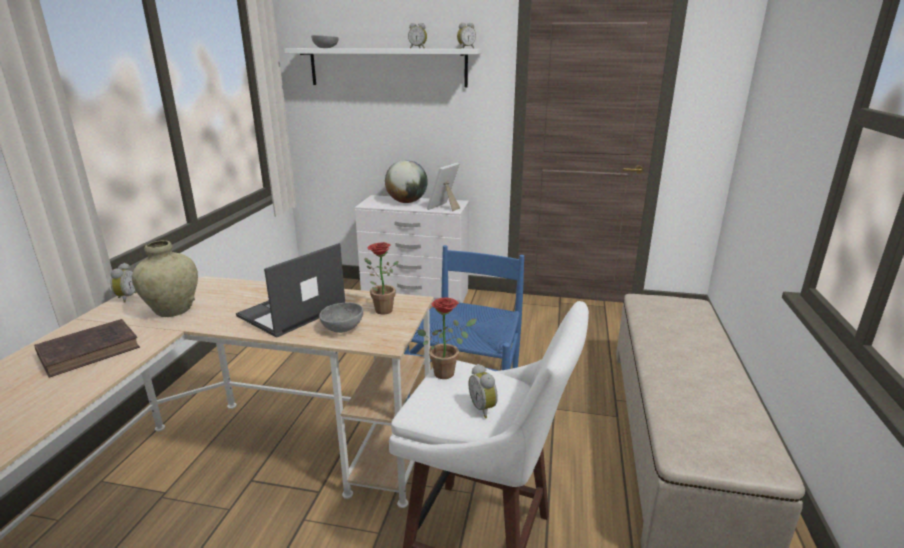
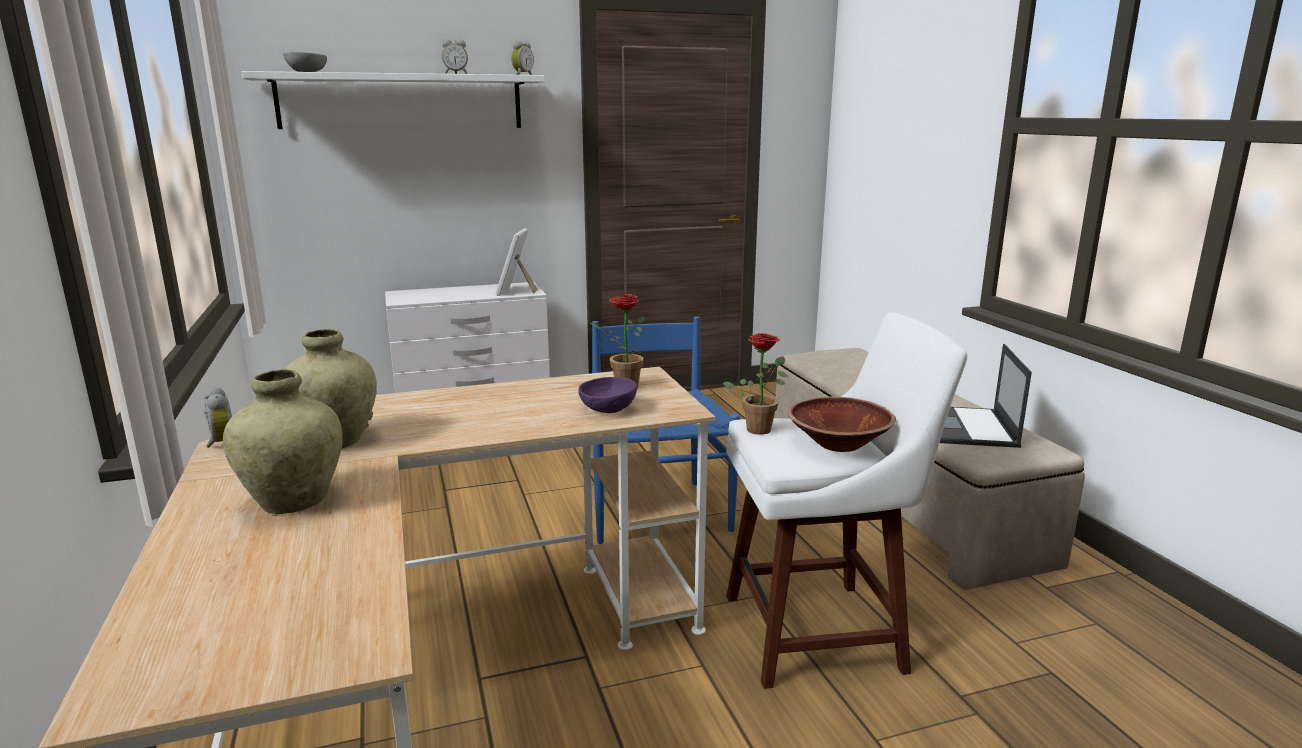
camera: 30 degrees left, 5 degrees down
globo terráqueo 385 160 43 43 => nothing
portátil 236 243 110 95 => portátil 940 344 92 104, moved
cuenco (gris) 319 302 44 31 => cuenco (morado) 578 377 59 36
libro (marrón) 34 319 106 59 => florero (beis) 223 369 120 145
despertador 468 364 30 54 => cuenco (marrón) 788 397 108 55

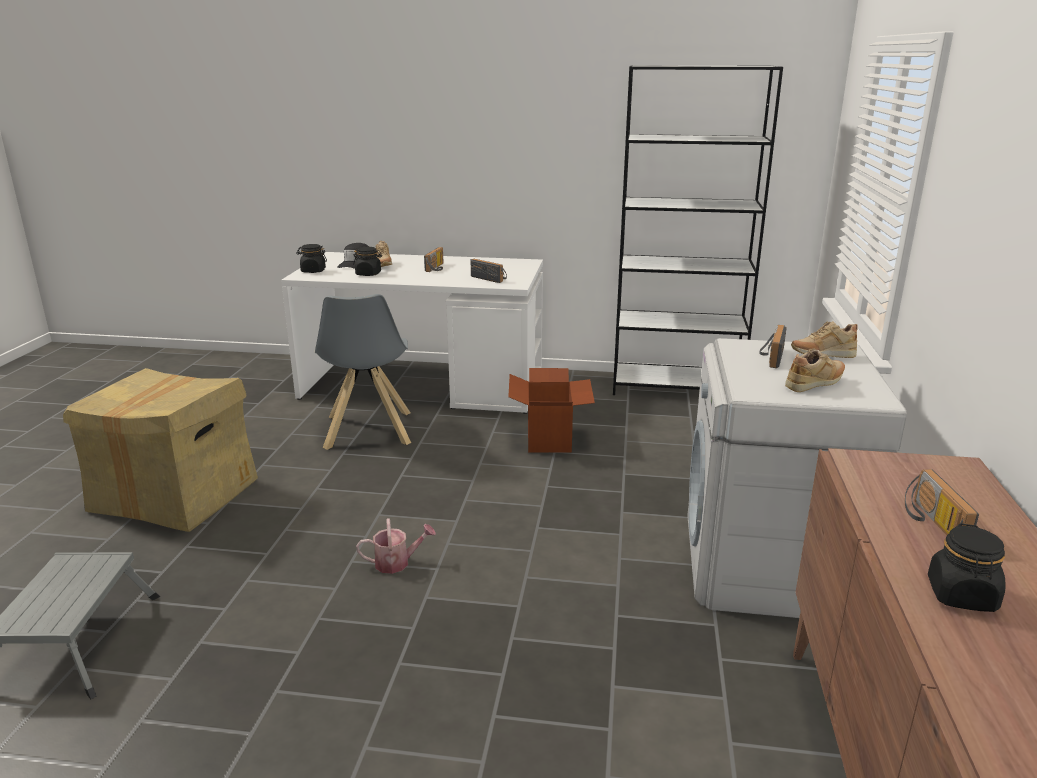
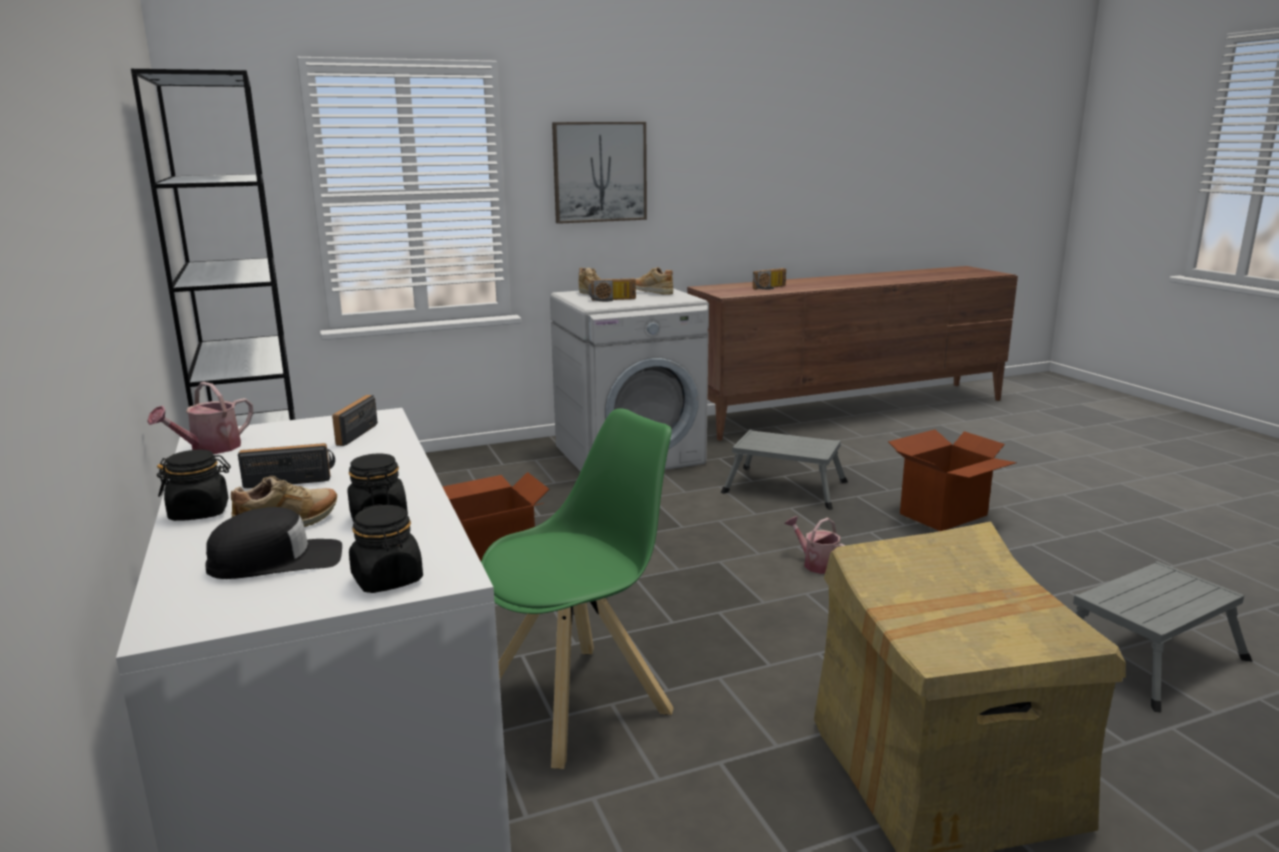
camera: 120 degrees left, 5 degrees down
silla (gris) 315 294 96 156 => silla (verde) 481 408 193 361
tarro (negro) 928 523 78 89 => tarro (negro) 157 450 74 71, moved
nothing => cuadro 552 122 95 102
nothing => regadera 147 382 106 72
nothing => caja de cartón 888 429 129 102
nothing => escalera de tijera (gris) 721 430 127 80

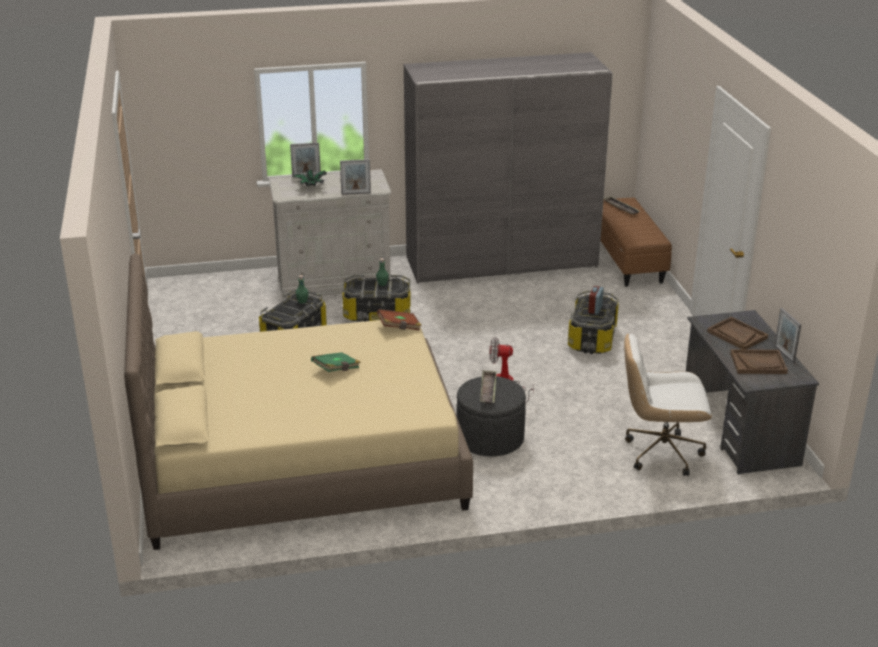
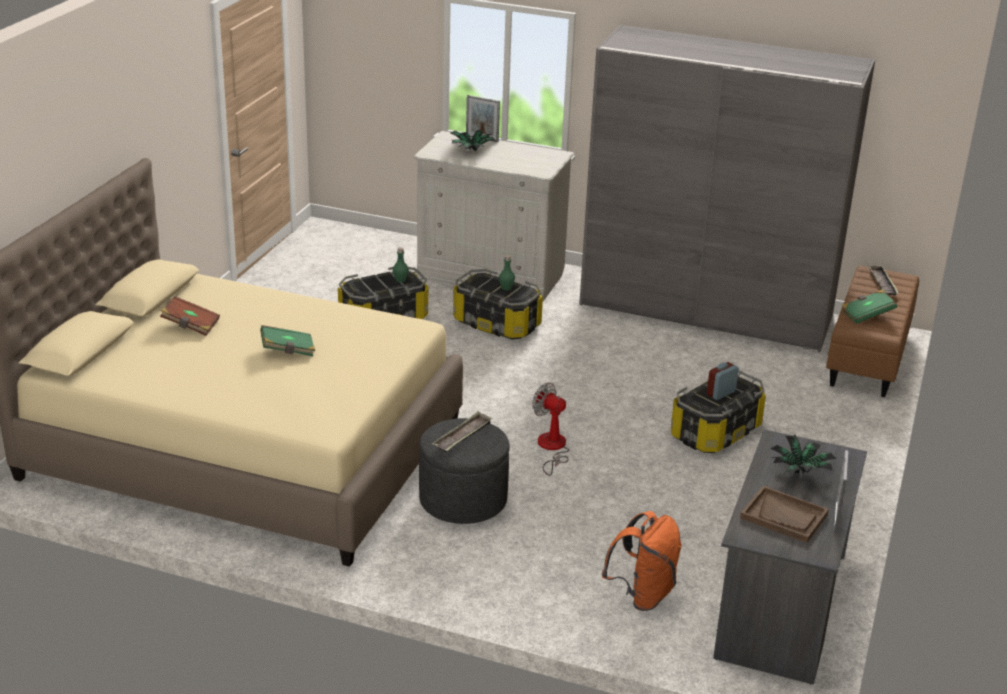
camera: 30 degrees right, 0 degrees up
portarretratos 340 159 31 36 => nothing
libro (marrón) 377 309 45 22 => libro (marrón) 160 296 60 40, moved
bandeja (marrón) 707 317 61 33 => planta en maceta 770 435 66 42
silla de oficina (blanco) 624 333 88 143 => mochila (naranja) 602 511 79 100
nothing => libro (verde) 842 289 55 35

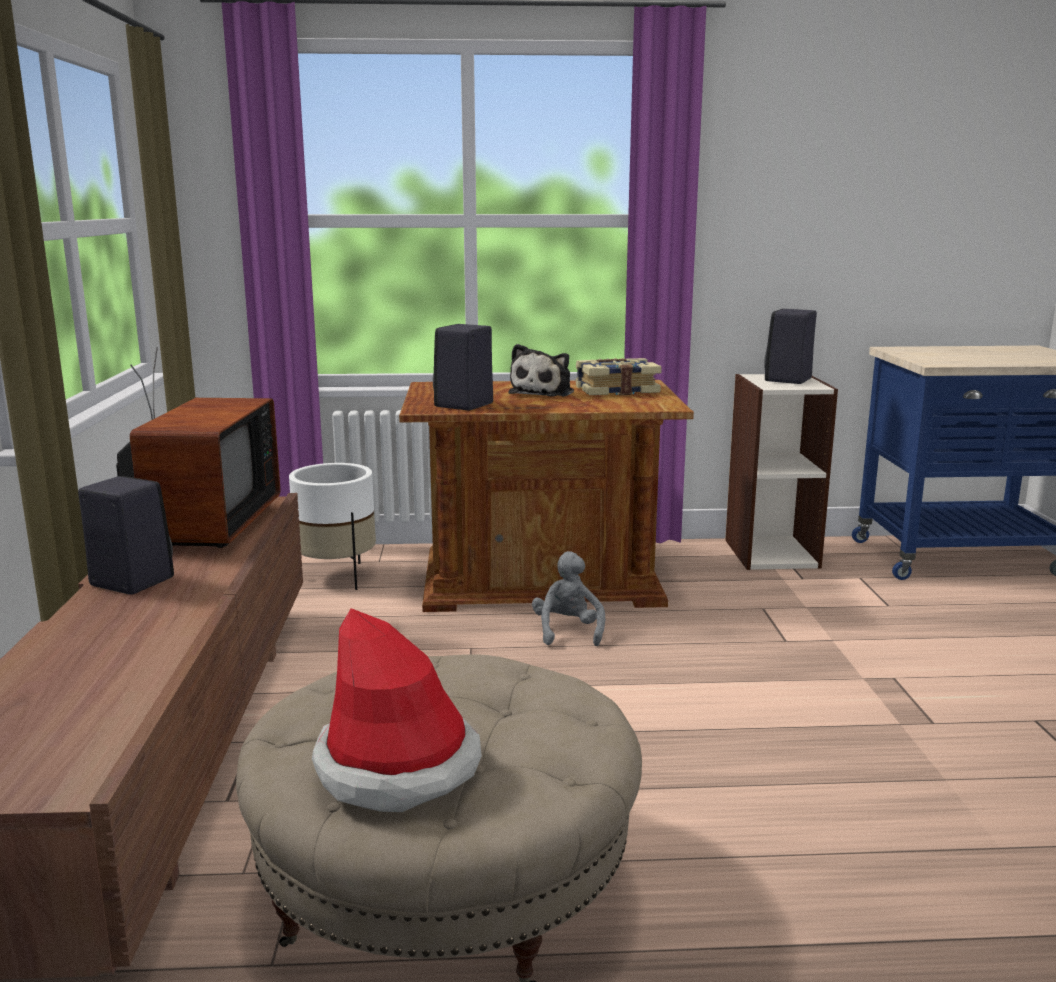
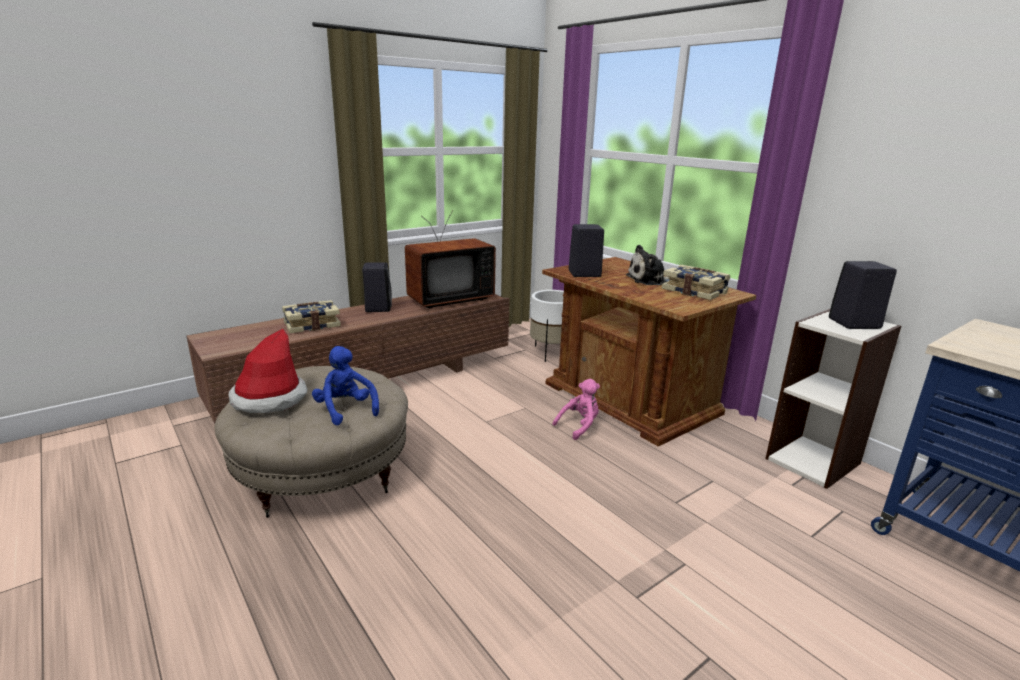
camera: 55 degrees right, 5 degrees up
peluche (gris) 532 551 73 95 => peluche (rosa) 552 379 48 61
nothing => libro 282 300 59 33
nothing => peluche (azul) 312 346 67 79

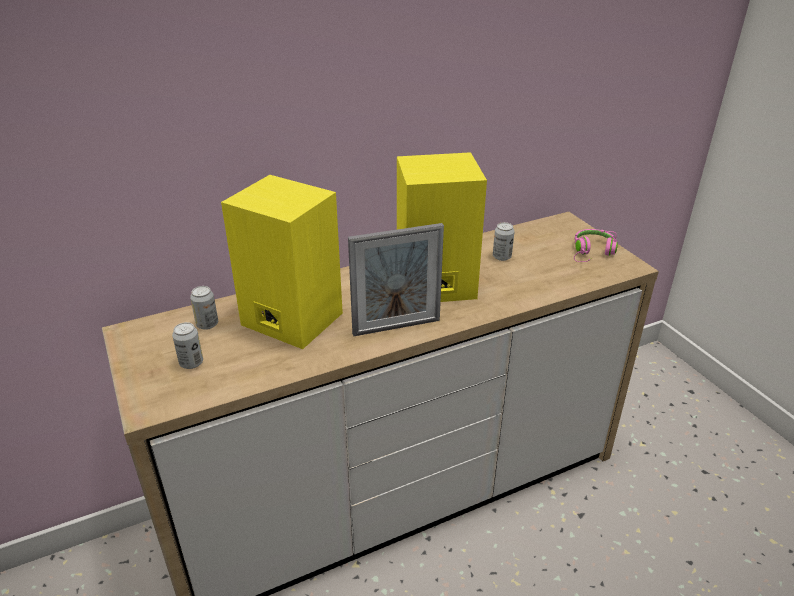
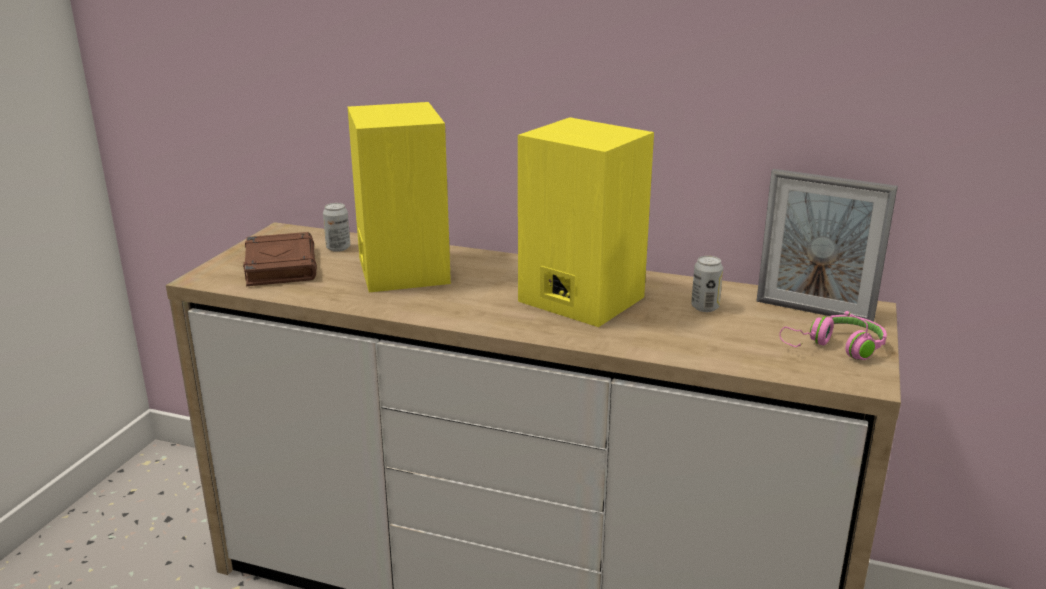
camera: 45 degrees right, 10 degrees down
portarretratos 348 223 96 113 => portarretratos 757 169 141 153, moved
lata 172 322 31 47 => libro (marrón) 243 232 74 54

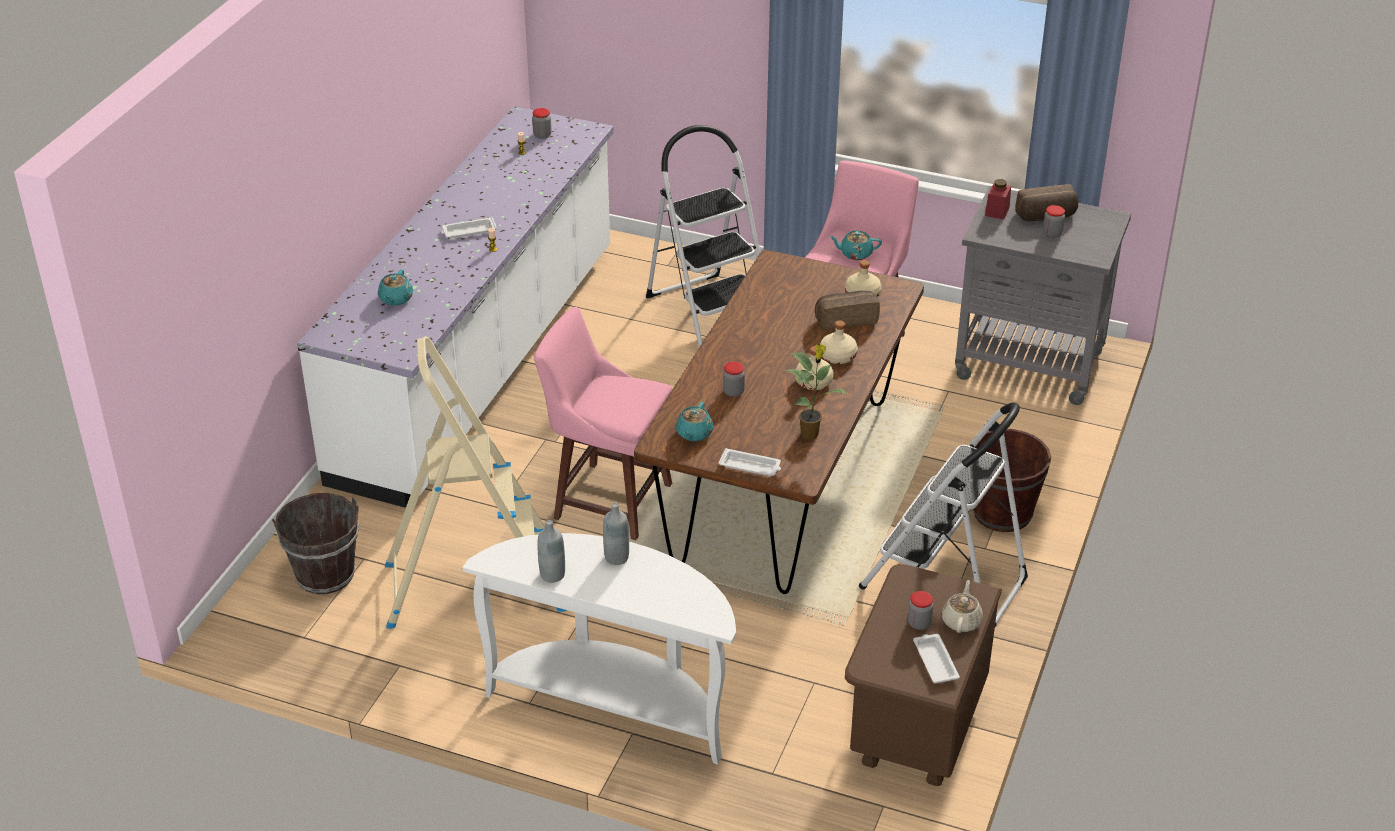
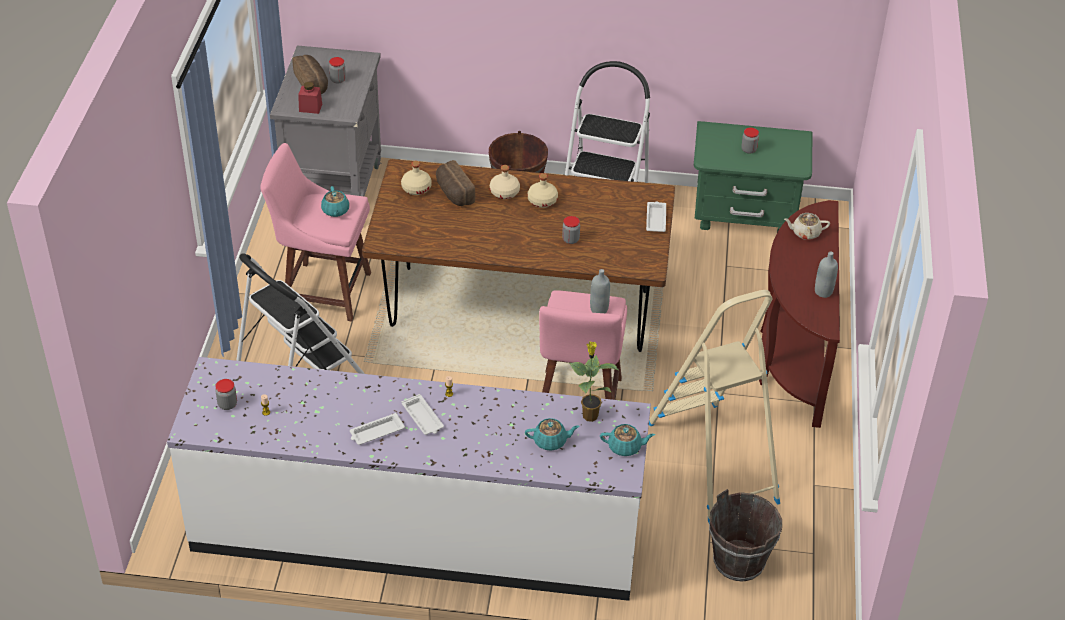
camera: 105 degrees left, 5 degrees up
planta en maceta 784 344 64 96 => planta en maceta 569 341 49 81, moved
tetera (turquesa) 676 402 37 39 => tetera (turquesa) 600 424 55 32, moved
botella (gris) 603 503 26 62 => botella (gris) 590 269 20 44, moved
mesa consola (blanco) 462 533 274 232 => mesa consola (marrón) 759 200 81 228
mesita de noche (marrón) 845 564 157 222 => mesita de noche (verde) 694 121 118 111
tetera (beis) 942 580 41 53 => tetera (beis) 784 213 46 27, moved
bandeja (blanco) 913 634 47 49 => bandeja (blanco) 350 413 55 32, moved

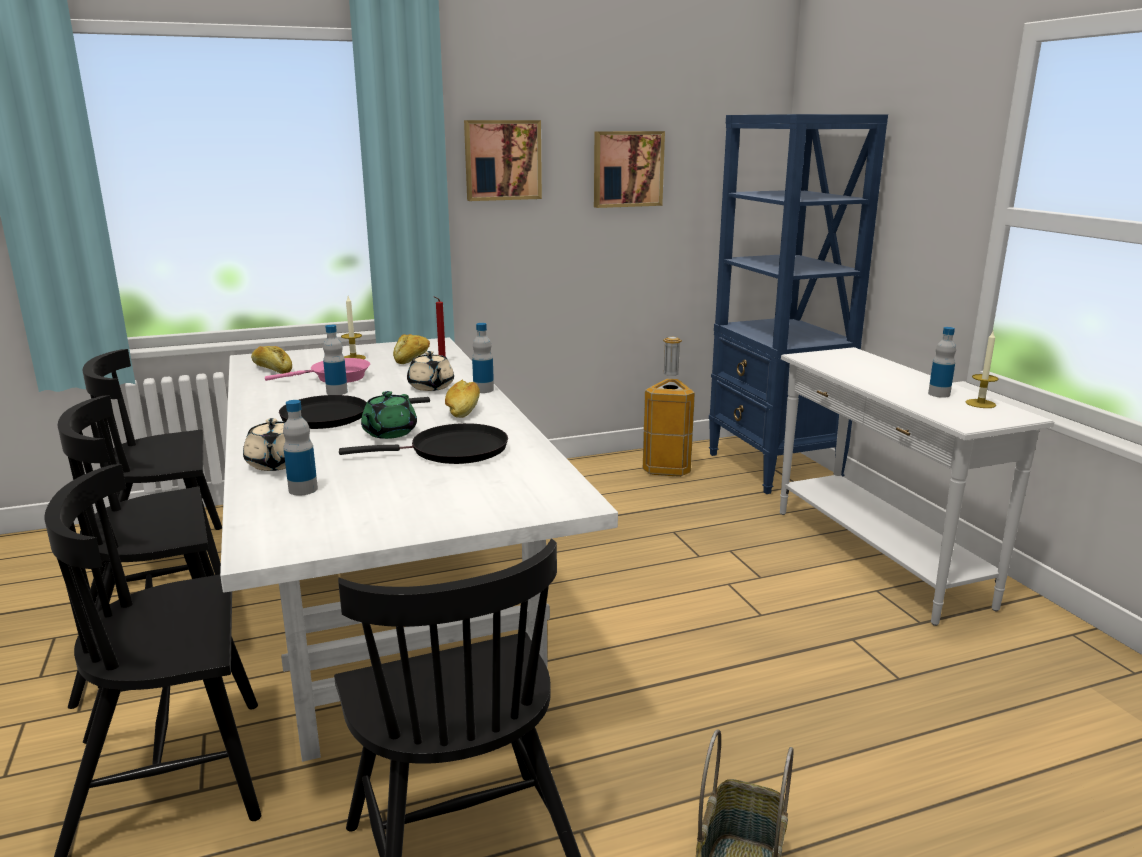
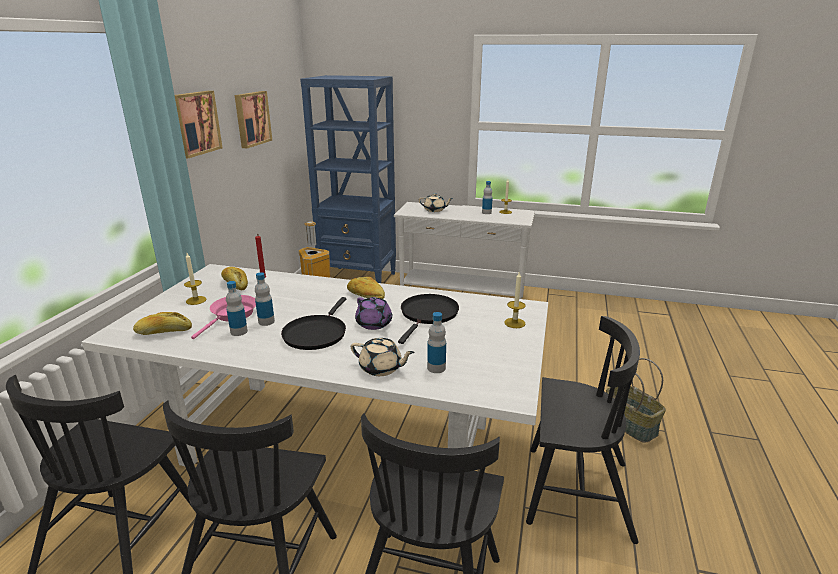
camera: 55 degrees left, 5 degrees up
botella 472 323 22 70 => botella 226 281 22 55, moved
tetera (beis) 407 351 47 40 => tetera (beis) 419 193 34 19, moved
tetera (verde) 361 391 56 48 => tetera (morado) 355 297 38 33
nothing => vela 504 272 22 56

